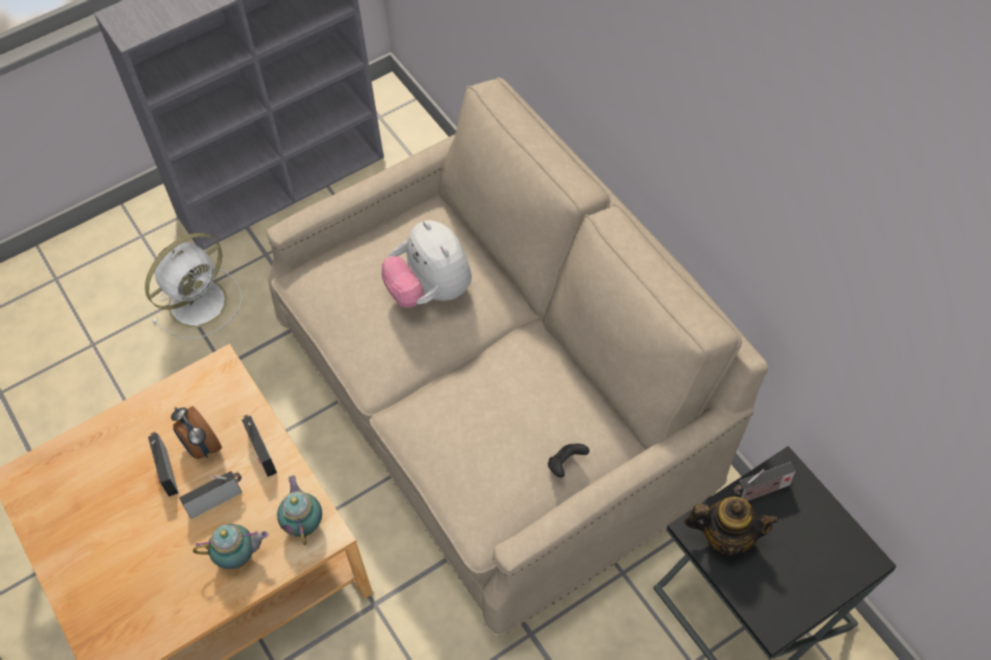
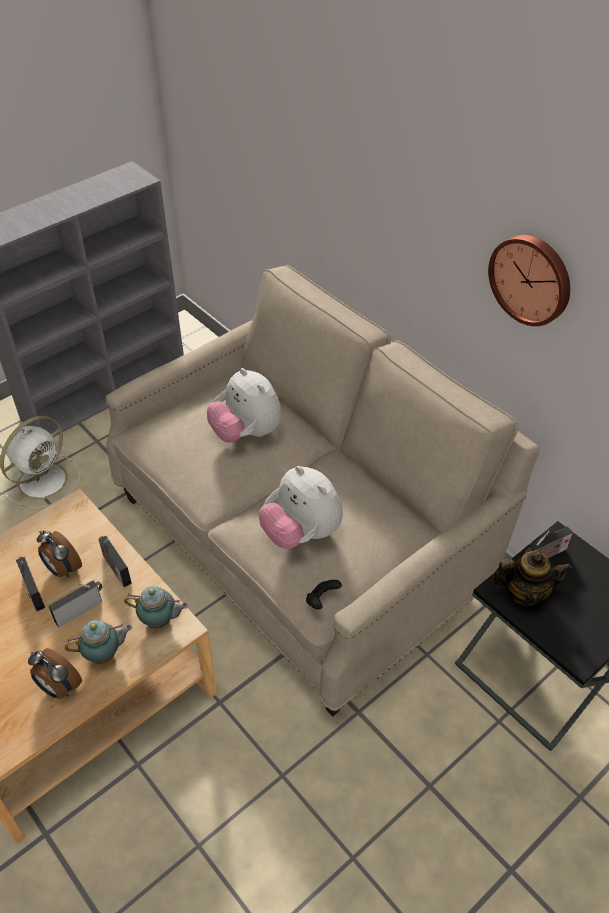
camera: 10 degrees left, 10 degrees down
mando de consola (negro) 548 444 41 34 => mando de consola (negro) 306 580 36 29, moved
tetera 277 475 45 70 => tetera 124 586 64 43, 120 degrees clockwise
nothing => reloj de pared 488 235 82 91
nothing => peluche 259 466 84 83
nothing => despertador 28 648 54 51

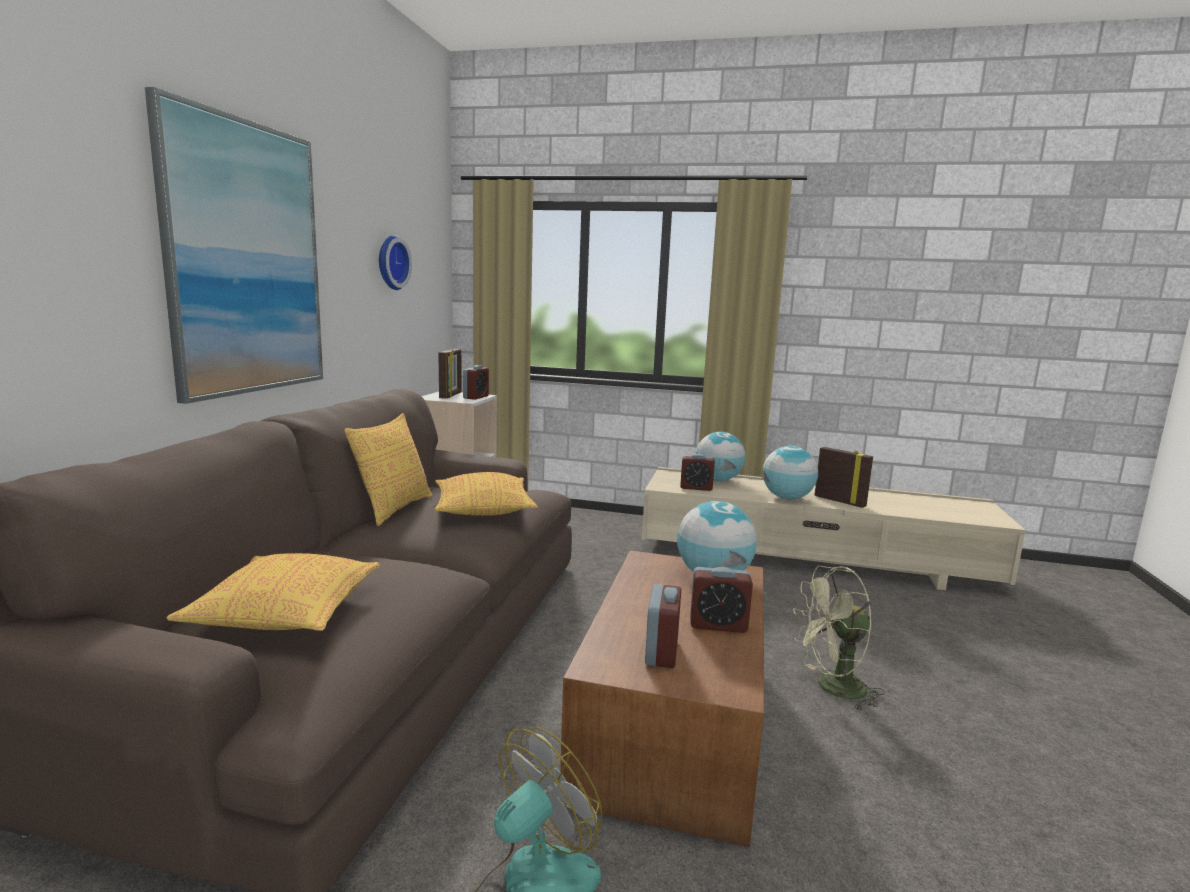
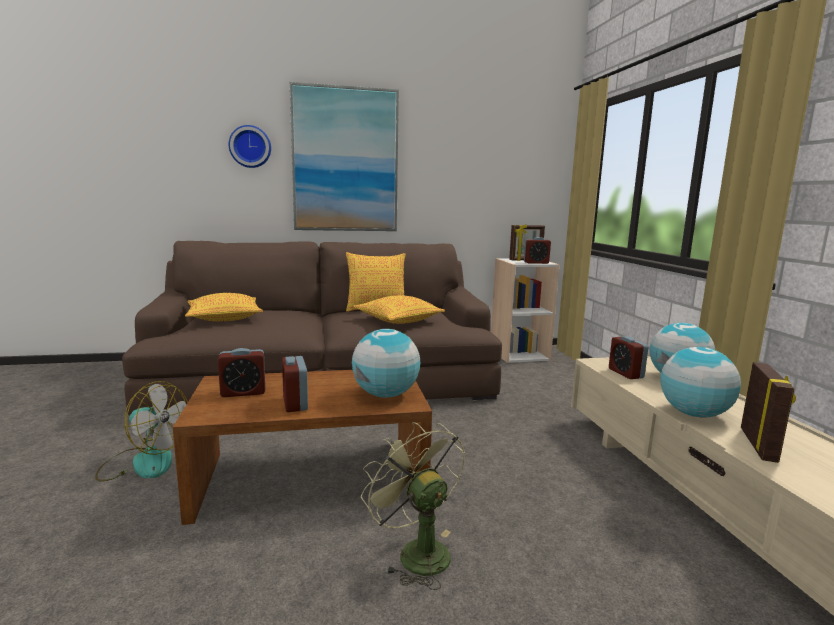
camera: 65 degrees right, 0 degrees up
reloj de pared 379 235 33 55 => reloj de pared 229 125 42 43, moved

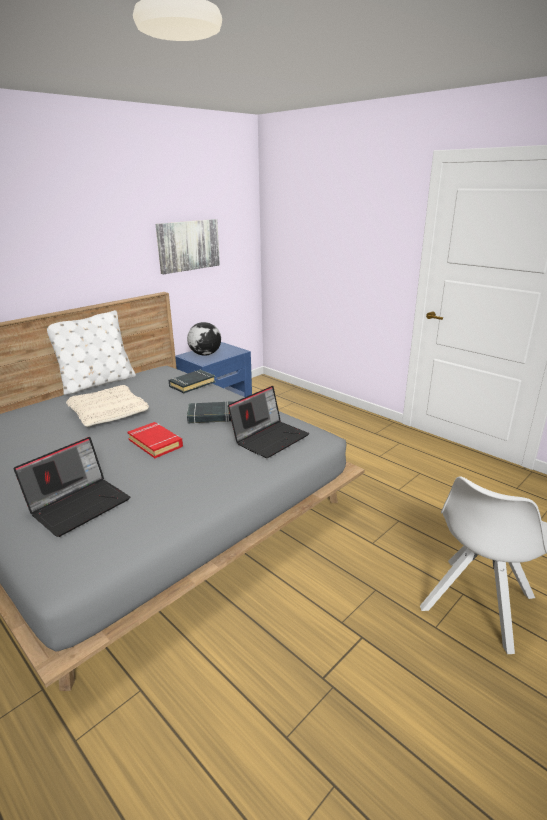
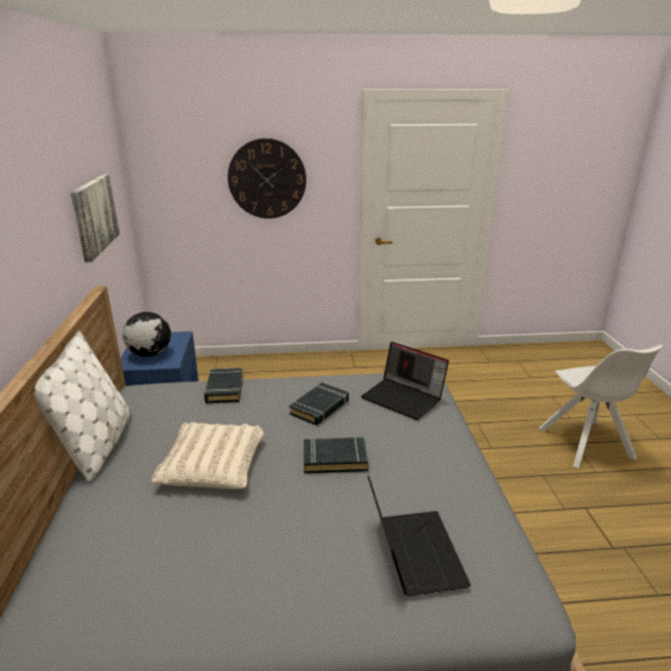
camera: 50 degrees left, 0 degrees up
portátil 228 386 81 72 => portátil 361 342 88 78, 135 degrees clockwise
libro (rojo) 128 422 55 36 => libro (negro) 304 437 65 36
nothing => reloj de pared 228 138 78 81

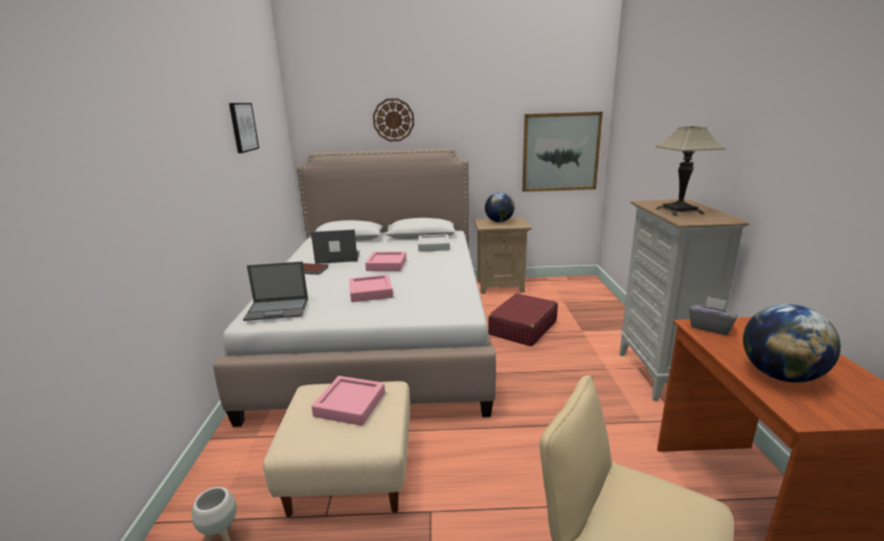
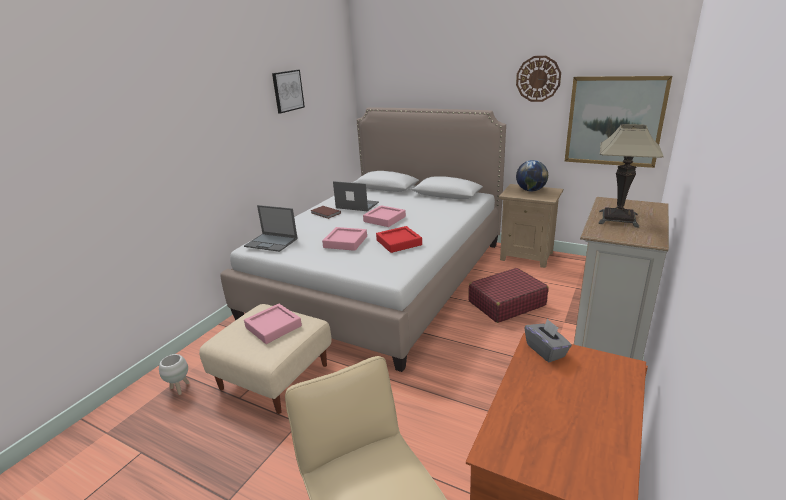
camera: 30 degrees right, 5 degrees up
reloj de pared 373 98 41 43 => reloj de pared 516 56 45 46, moved
bandeja (gris) 418 234 32 18 => nothing
globo terráqueo 743 304 98 79 => nothing
nothing => bandeja (rojo) 376 226 46 27

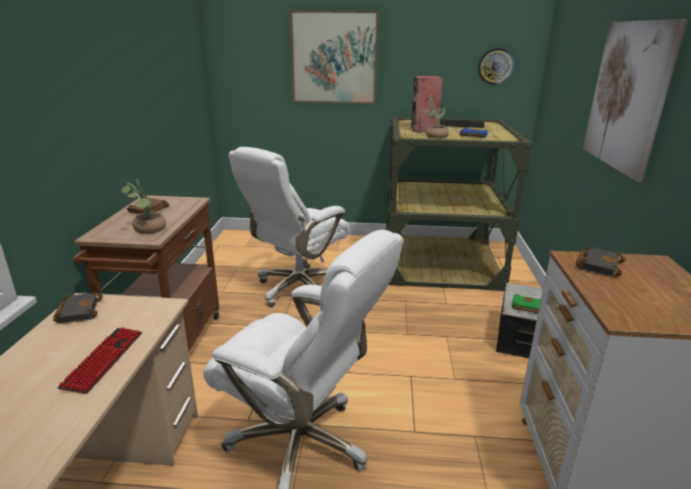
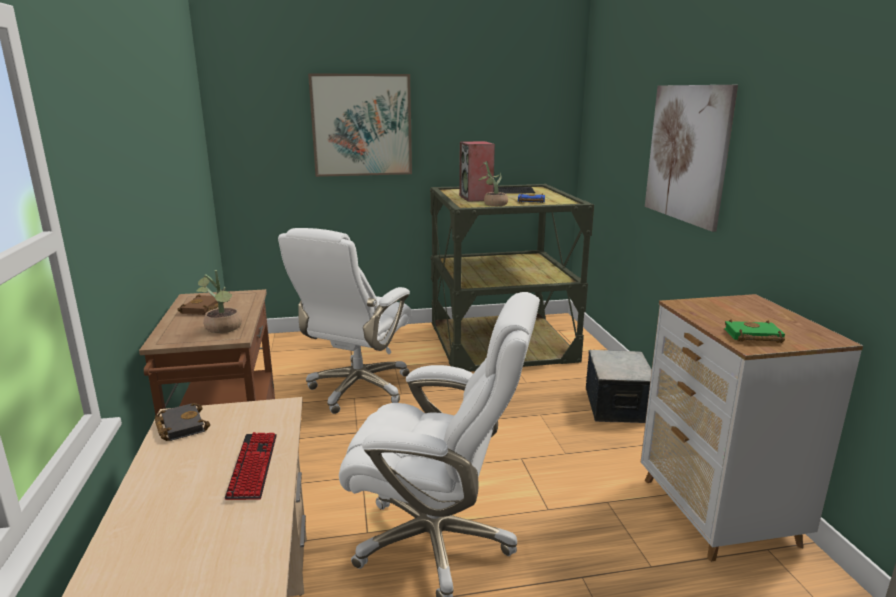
camera: 15 degrees left, 5 degrees down
reloj de pared 478 48 36 37 => nothing
libro (negro) 576 246 49 31 => nothing
libro (verde) 512 294 29 19 => libro (verde) 724 319 61 24, moved

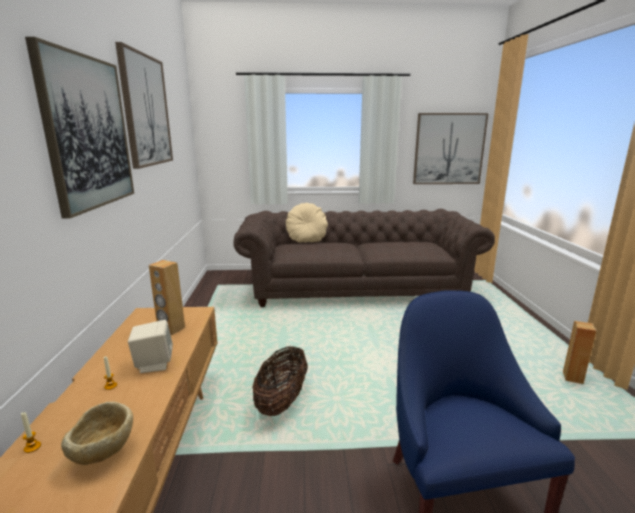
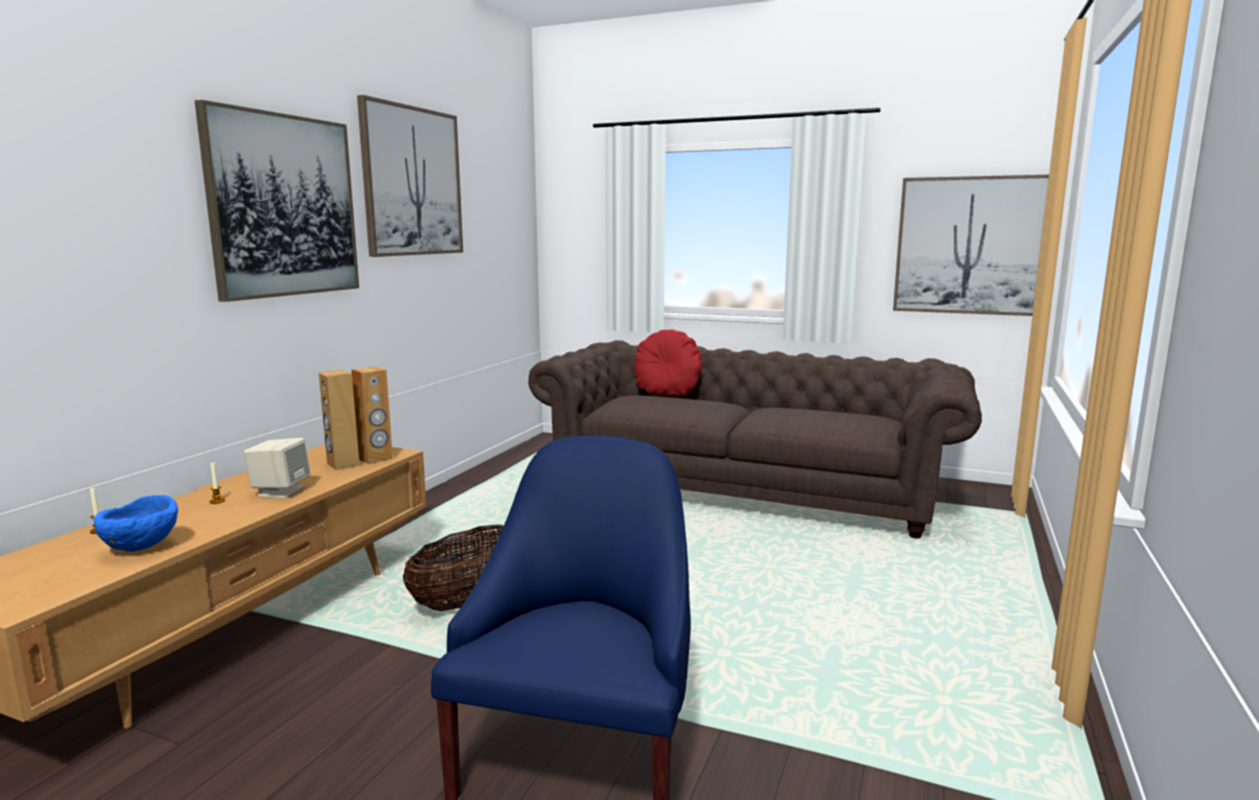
camera: 25 degrees right, 5 degrees down
cojín (beis) 286 203 42 40 => cojín (rojo) 634 329 68 67
altavoz (marrón) 563 321 33 63 => altavoz (marrón) 351 367 42 97, moved
cuenco (beis) 61 402 72 63 => cuenco (azul) 94 495 84 57

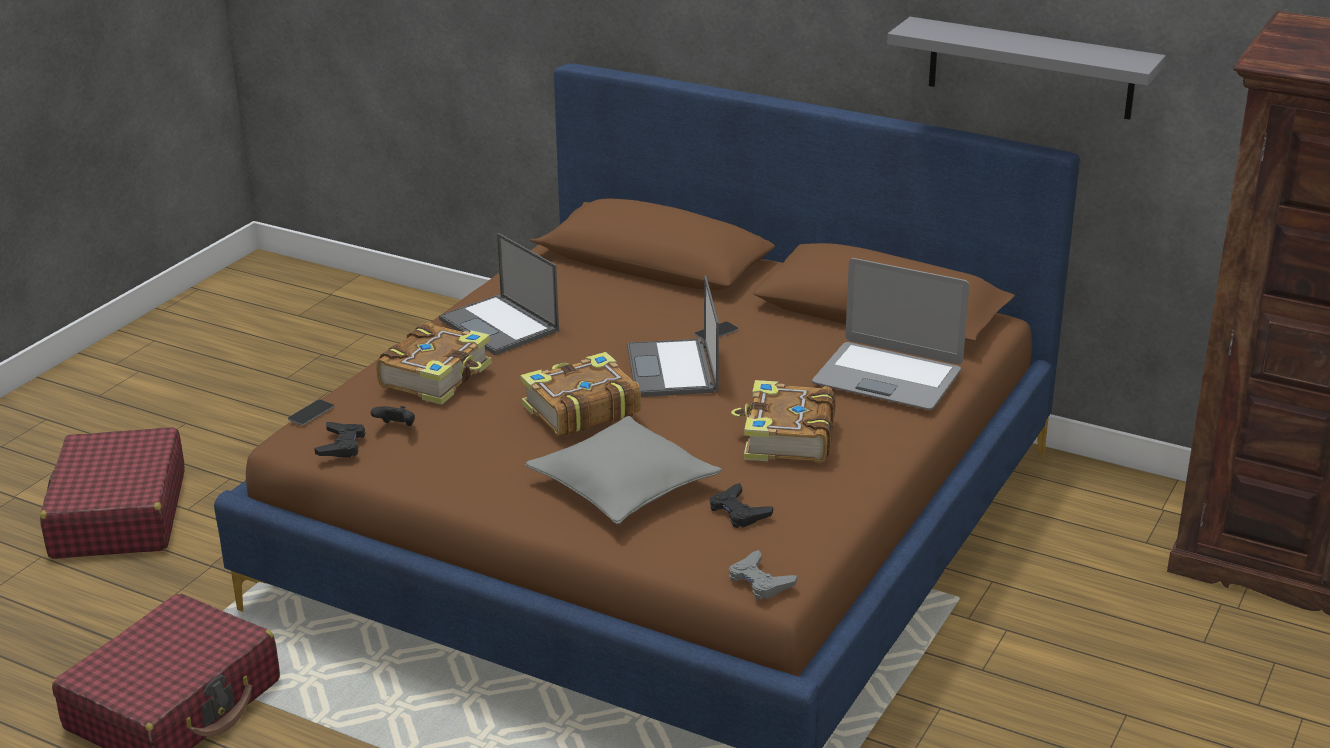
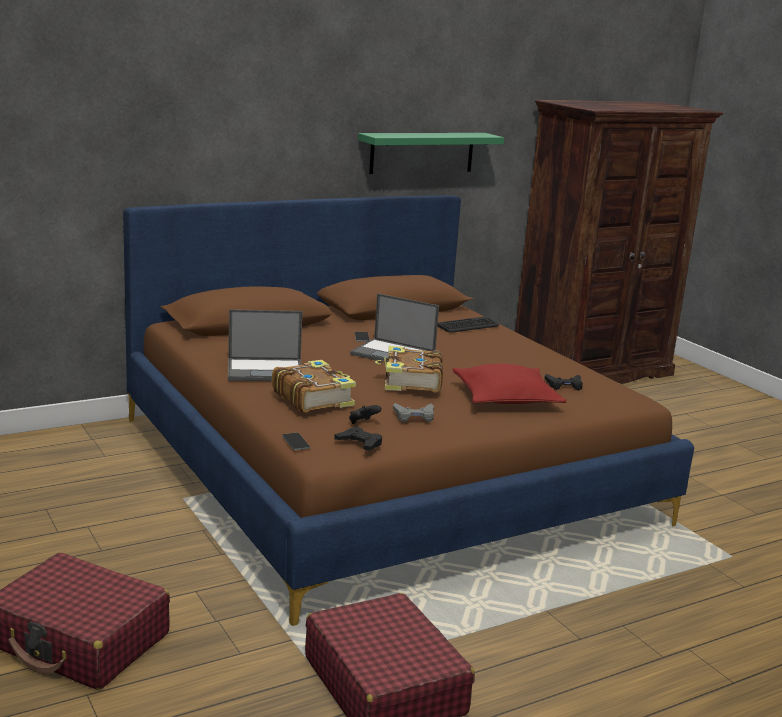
camera: 60 degrees left, 10 degrees down
estante (gris) 887 17 279 103 => estante (verde) 358 133 146 41
portátil 812 258 157 152 => teclado 437 316 62 17
libro 731 380 105 83 => nothing
cojín (gris) 525 416 197 108 => cojín (rojo) 453 364 113 40
mando de consola (gris) 729 550 68 50 => mando de consola (gris) 393 403 41 19, moved

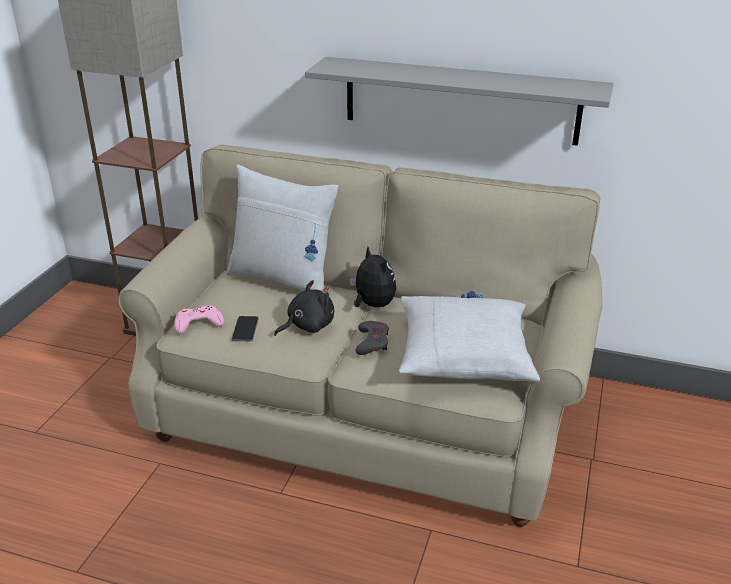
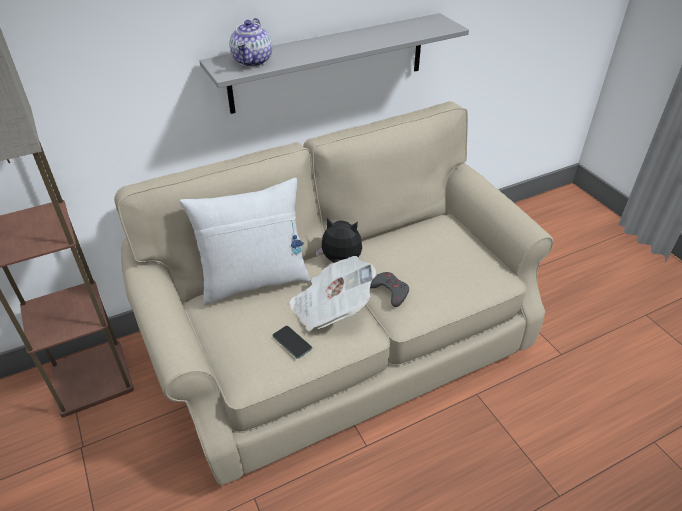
camera: 45 degrees left, 10 degrees up
peluche (negro) 274 280 60 56 => periódico 289 256 88 76
cojín (gris) 399 291 141 91 => nothing
mando de consola (rosa) 174 305 50 28 => nothing
nothing => tetera 229 18 43 49

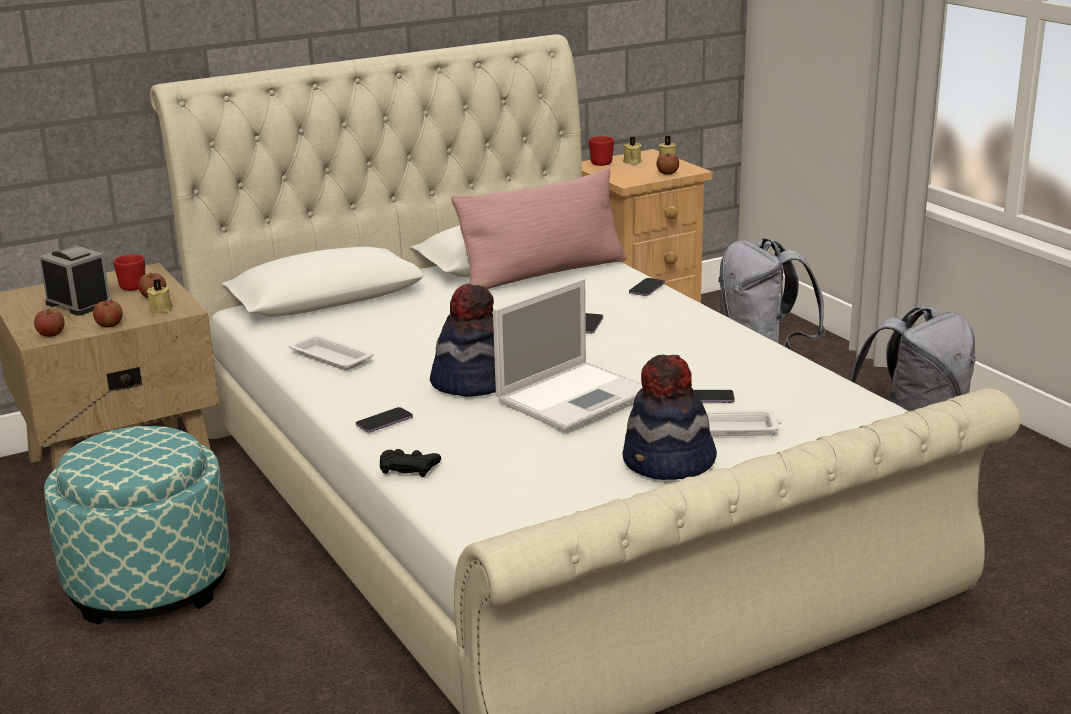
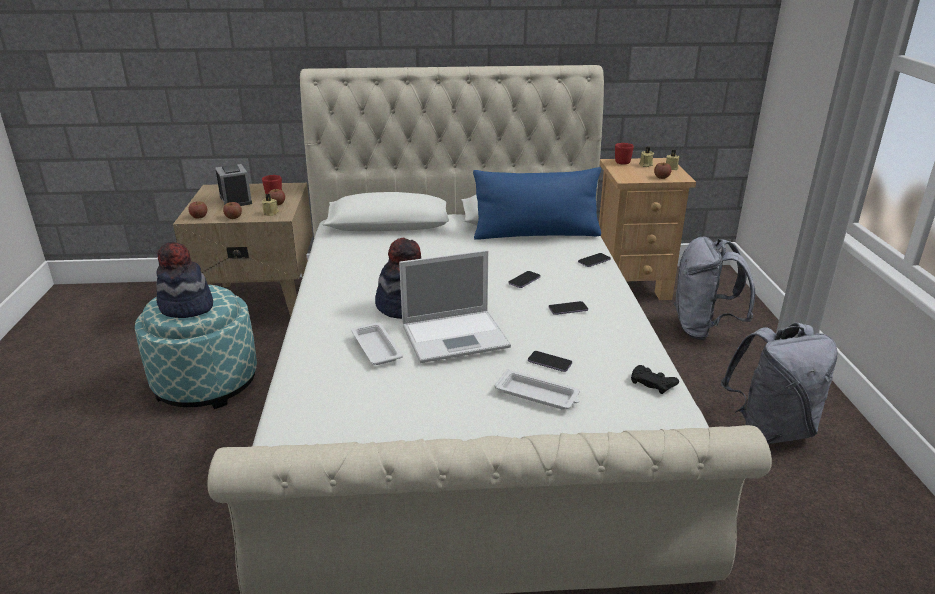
camera: 25 degrees right, 5 degrees up
cojín (rosa) 451 168 175 121 => cojín (azul) 473 167 128 73
bandeja (blanco) 289 335 84 35 => bandeja (blanco) 351 322 52 43, moved
sombrero 622 355 95 125 => sombrero 156 242 57 76, moved
móvil 356 407 57 26 => móvil 549 301 39 14, moved
mando de consola (negro) 380 449 61 28 => mando de consola (negro) 631 365 48 29, moved

